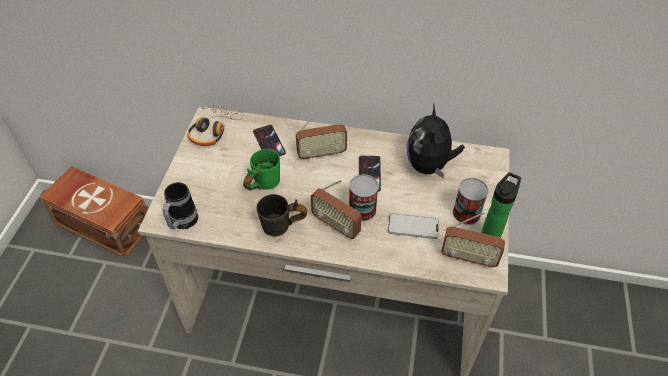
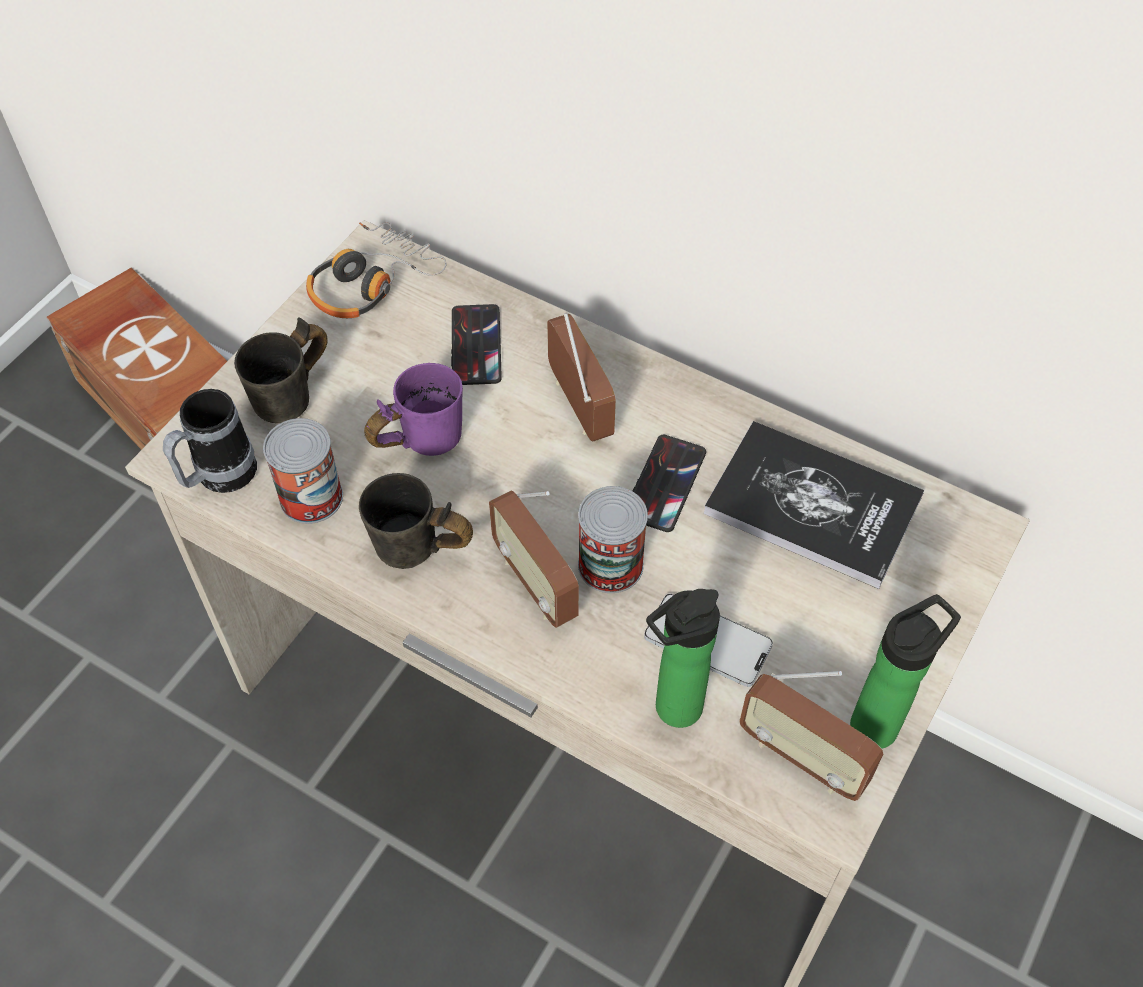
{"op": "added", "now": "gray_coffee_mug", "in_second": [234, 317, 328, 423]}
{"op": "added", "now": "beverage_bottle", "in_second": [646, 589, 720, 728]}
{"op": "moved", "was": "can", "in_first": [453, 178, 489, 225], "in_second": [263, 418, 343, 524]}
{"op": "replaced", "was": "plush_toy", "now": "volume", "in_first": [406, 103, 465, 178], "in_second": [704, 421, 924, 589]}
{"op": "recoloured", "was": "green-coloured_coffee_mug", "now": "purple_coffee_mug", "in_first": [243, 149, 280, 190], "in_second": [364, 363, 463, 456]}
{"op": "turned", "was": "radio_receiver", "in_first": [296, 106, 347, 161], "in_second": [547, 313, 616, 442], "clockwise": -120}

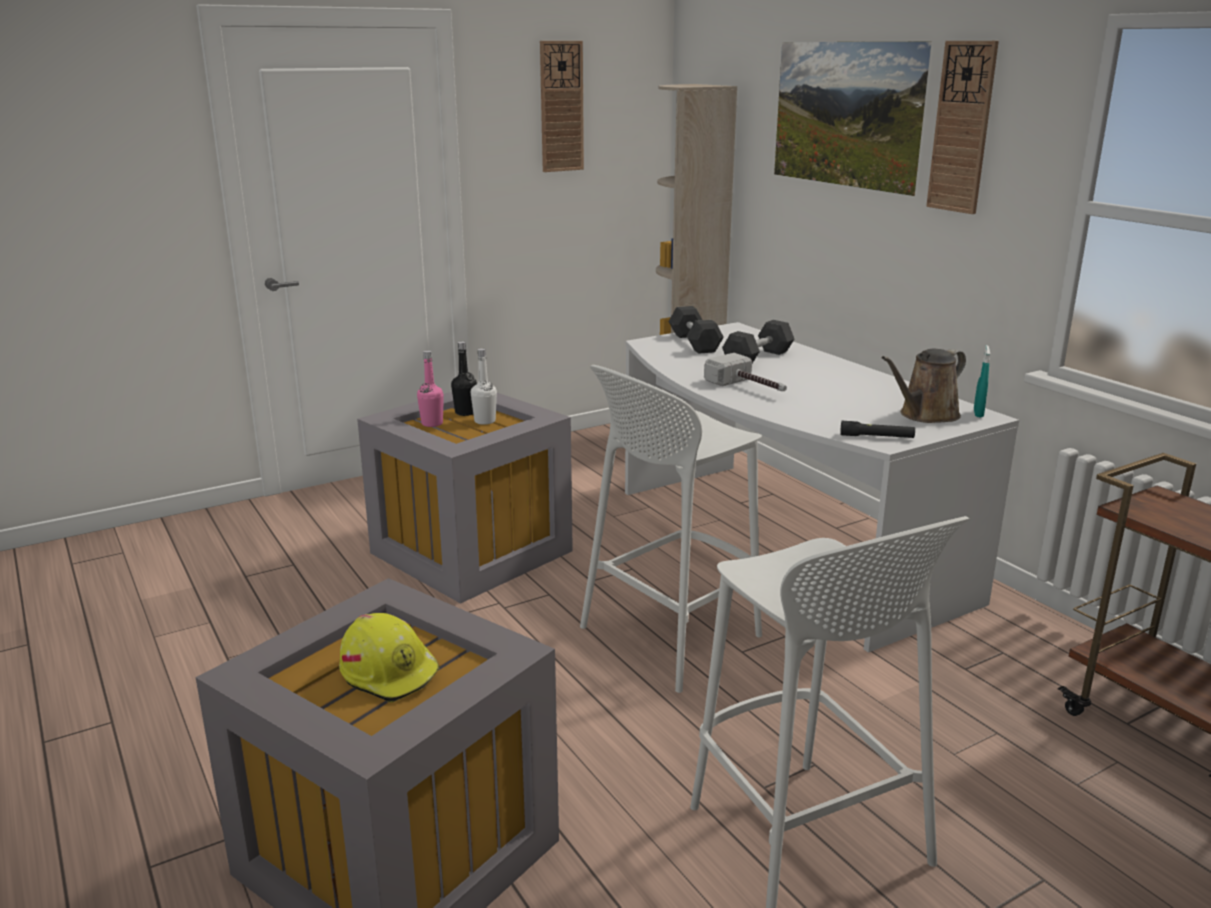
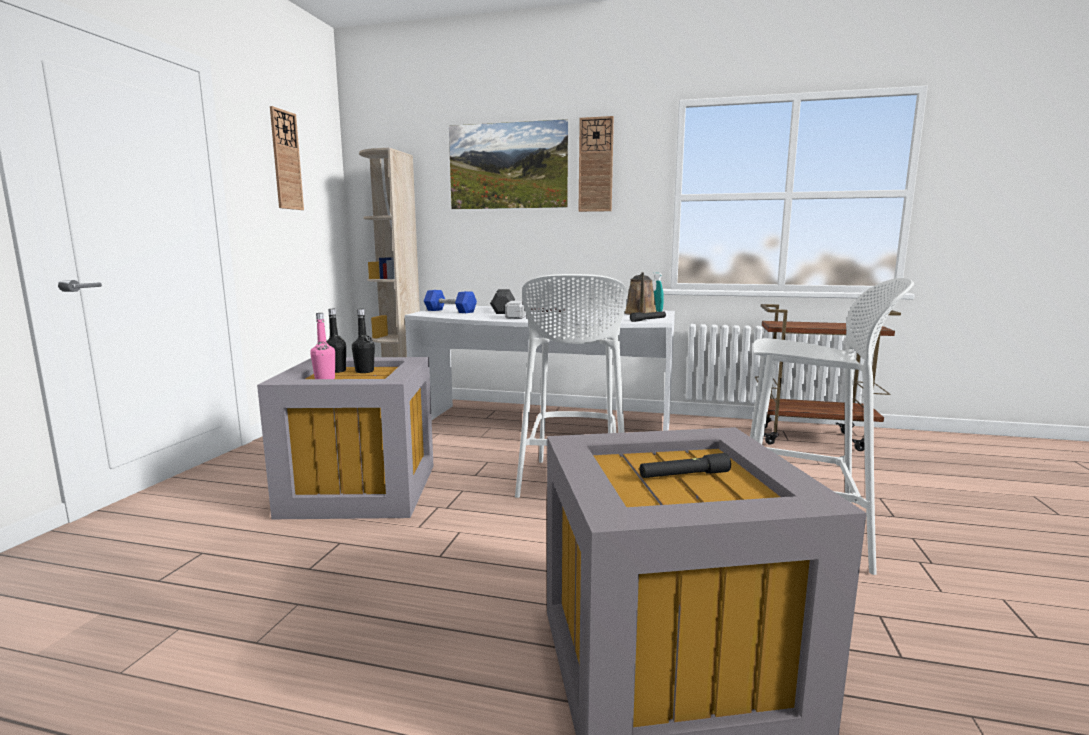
{"op": "replaced", "was": "yellowish_work_helmet", "now": "black-coloured_hand_torch", "in_first": [339, 613, 440, 703], "in_second": [639, 453, 731, 478]}
{"op": "recoloured", "was": "whitish_beverage_bottle", "now": "black-coloured_beverage_bottle", "in_first": [471, 348, 497, 425], "in_second": [352, 309, 375, 373]}
{"op": "recoloured", "was": "gray_dumbbell", "now": "blue-coloured_dumbbell", "in_first": [668, 306, 724, 354], "in_second": [424, 290, 477, 313]}

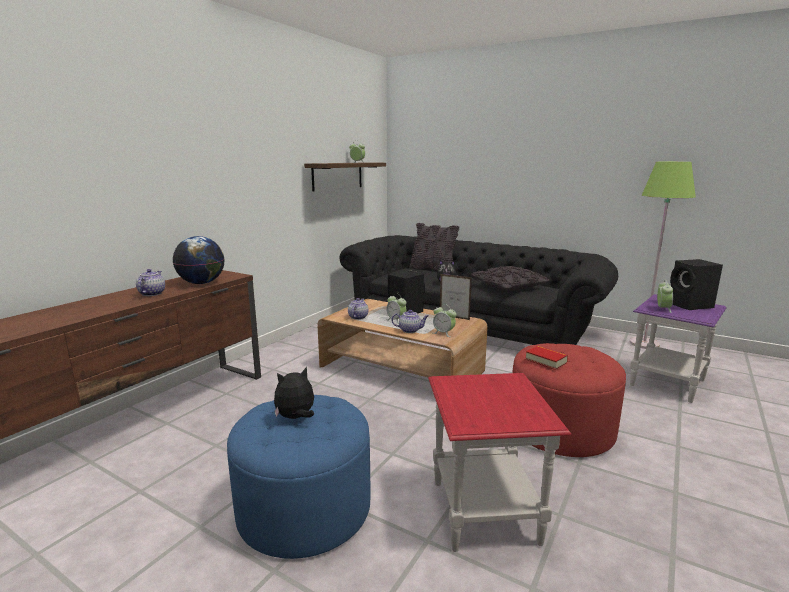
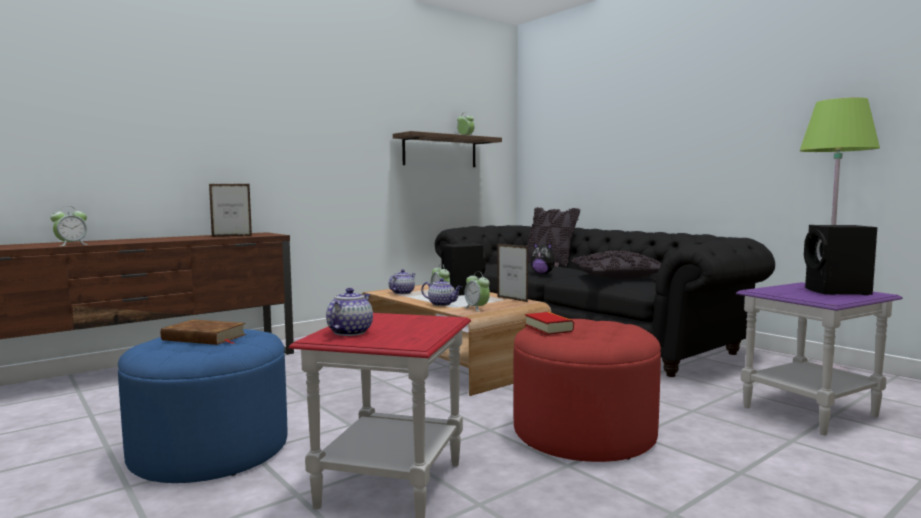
{"op": "moved", "was": "pot_for_tea", "in_first": [136, 269, 165, 296], "in_second": [326, 288, 373, 336]}
{"op": "moved", "was": "table_clock", "in_first": [657, 281, 673, 313], "in_second": [50, 206, 89, 246]}
{"op": "replaced", "was": "world_globe", "now": "standing_frame", "in_first": [173, 236, 224, 284], "in_second": [209, 184, 252, 237]}
{"op": "replaced", "was": "plush_toy", "now": "brownish_volume", "in_first": [274, 367, 314, 419], "in_second": [161, 319, 246, 345]}

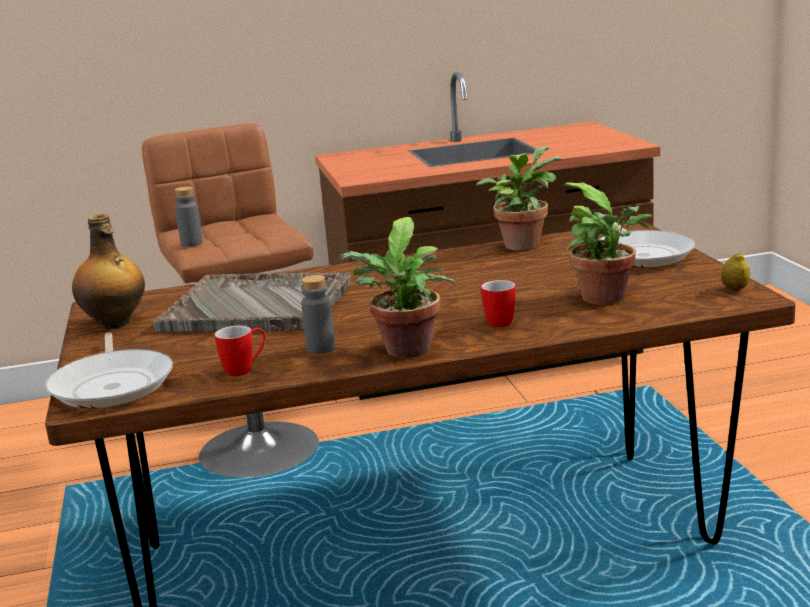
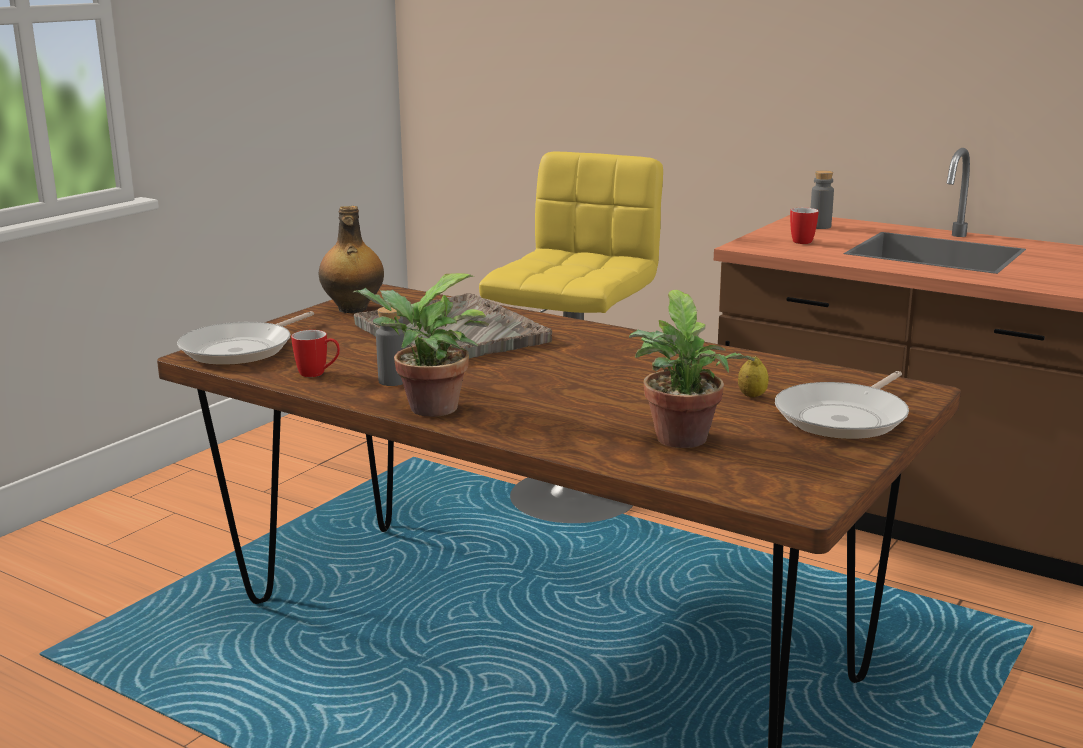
{"op": "removed", "was": "plant_in_a_pot", "in_first": [476, 146, 562, 251]}
{"op": "moved", "was": "gray_beverage_bottle", "in_first": [175, 186, 203, 247], "in_second": [811, 170, 834, 229]}
{"op": "moved", "was": "coffee_mug", "in_first": [481, 280, 516, 327], "in_second": [790, 208, 819, 244]}
{"op": "moved", "was": "whole_lemon", "in_first": [721, 253, 750, 290], "in_second": [738, 356, 768, 398]}
{"op": "recoloured", "was": "brownish_sitting_stool", "now": "yellowish_sitting_stool", "in_first": [142, 123, 319, 477], "in_second": [479, 152, 663, 523]}

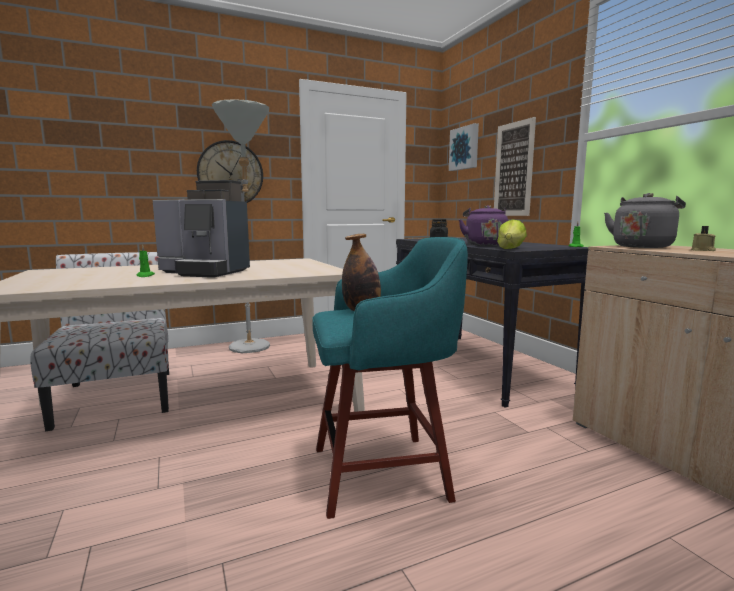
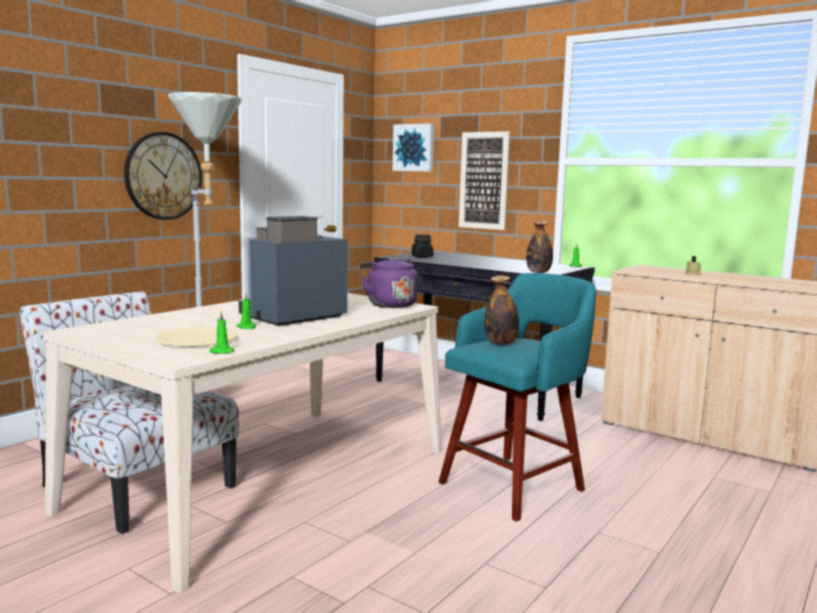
{"op": "removed", "was": "gray_kettle", "in_first": [604, 193, 686, 248]}
{"op": "added", "now": "beige-coloured_plate", "in_second": [155, 327, 238, 347]}
{"op": "added", "now": "green-coloured_wax_light", "in_second": [209, 311, 235, 354]}
{"op": "moved", "was": "purple_kettle", "in_first": [459, 205, 508, 246], "in_second": [360, 257, 418, 308]}
{"op": "replaced", "was": "head_of_lettuce", "now": "beverage_bottle", "in_first": [497, 220, 527, 249], "in_second": [526, 221, 553, 273]}
{"op": "turned", "was": "coffee_brewer", "in_first": [153, 180, 250, 278], "in_second": [238, 216, 348, 326], "clockwise": 150}

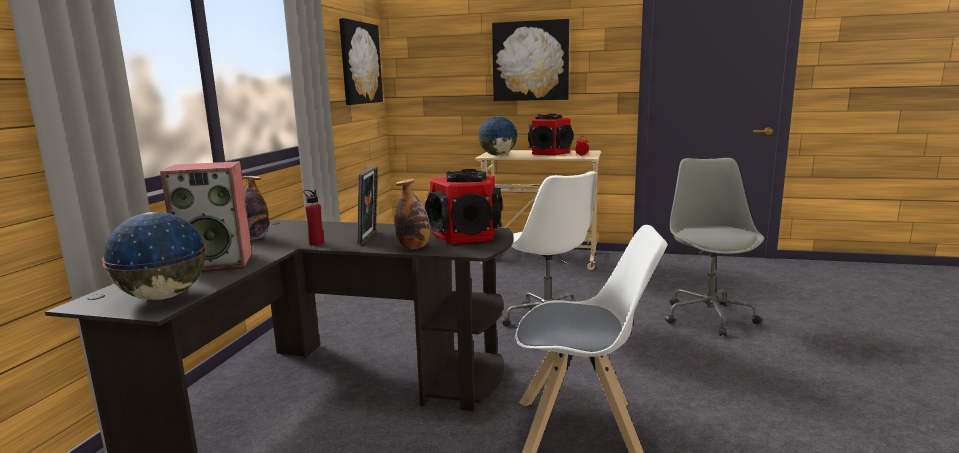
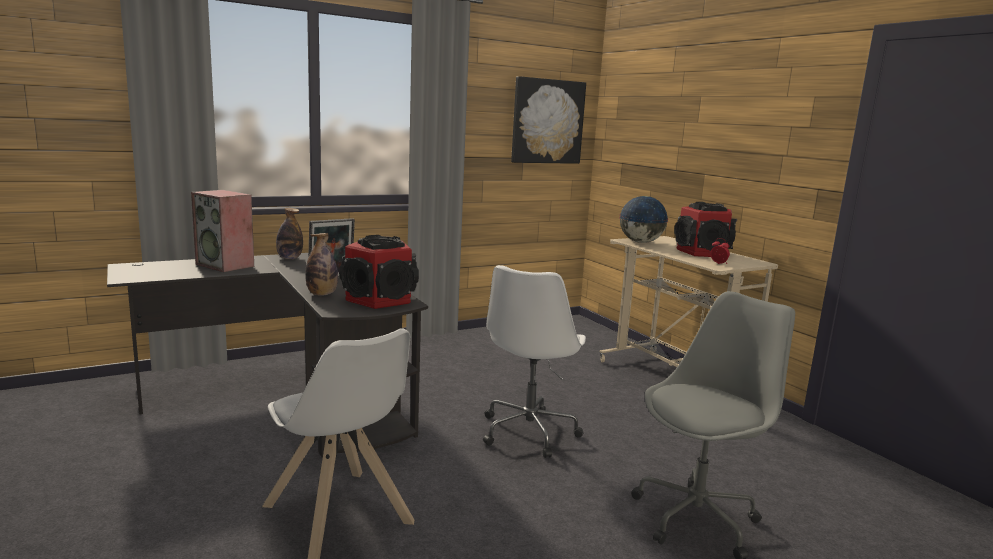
{"op": "removed", "was": "world_globe", "in_first": [102, 212, 207, 300]}
{"op": "removed", "was": "red-coloured_beverage_bottle", "in_first": [303, 190, 324, 246]}
{"op": "removed", "was": "wall_art", "in_first": [492, 19, 570, 101]}

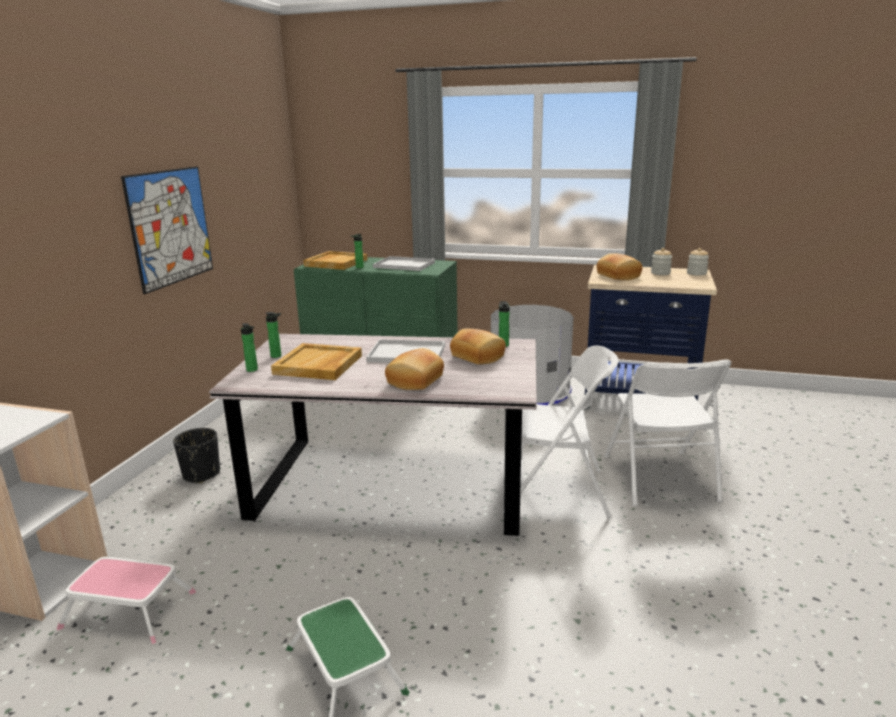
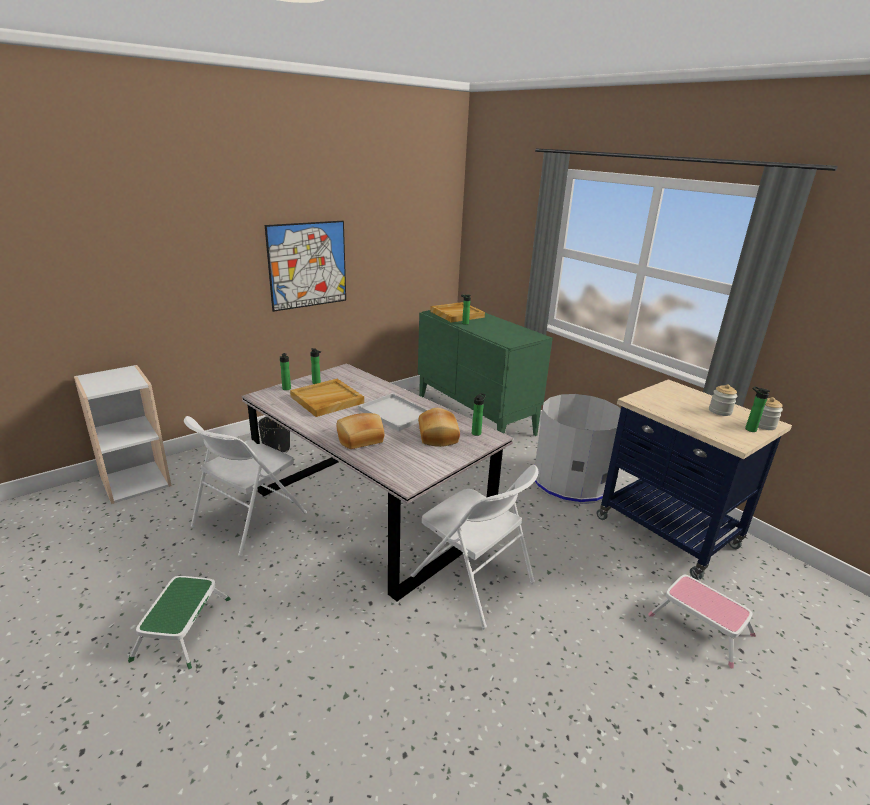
{"op": "removed", "was": "whitish_serving_tray", "in_first": [373, 256, 435, 271]}
{"op": "removed", "was": "bakery_bread", "in_first": [597, 253, 642, 280]}
{"op": "added", "now": "beverage_bottle", "in_second": [745, 386, 770, 432]}
{"op": "moved", "was": "pink_stepladder", "in_first": [57, 557, 196, 644], "in_second": [648, 575, 756, 668]}
{"op": "moved", "was": "whitish_upright_chair", "in_first": [604, 359, 731, 506], "in_second": [184, 416, 307, 557]}

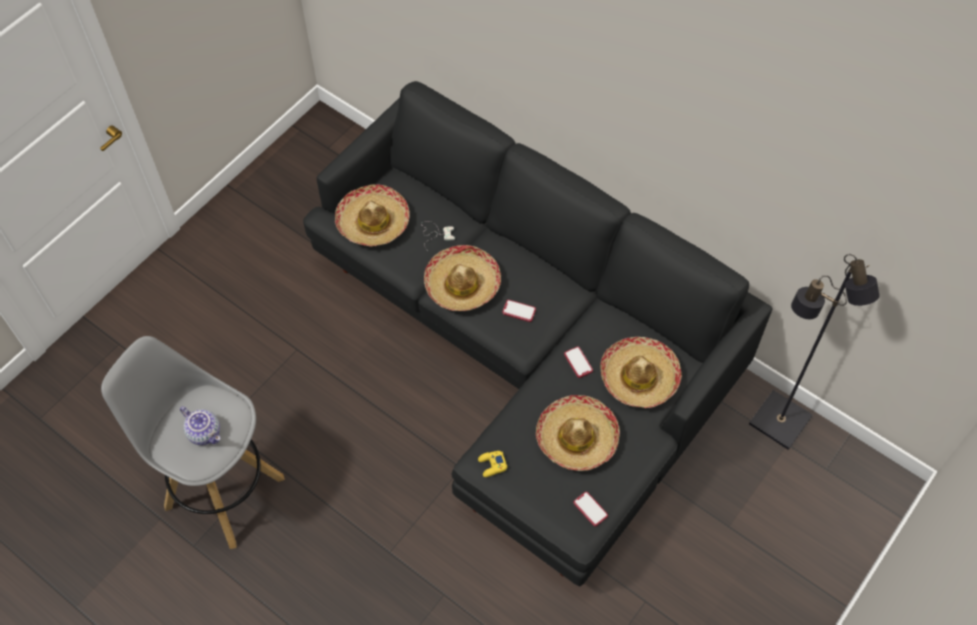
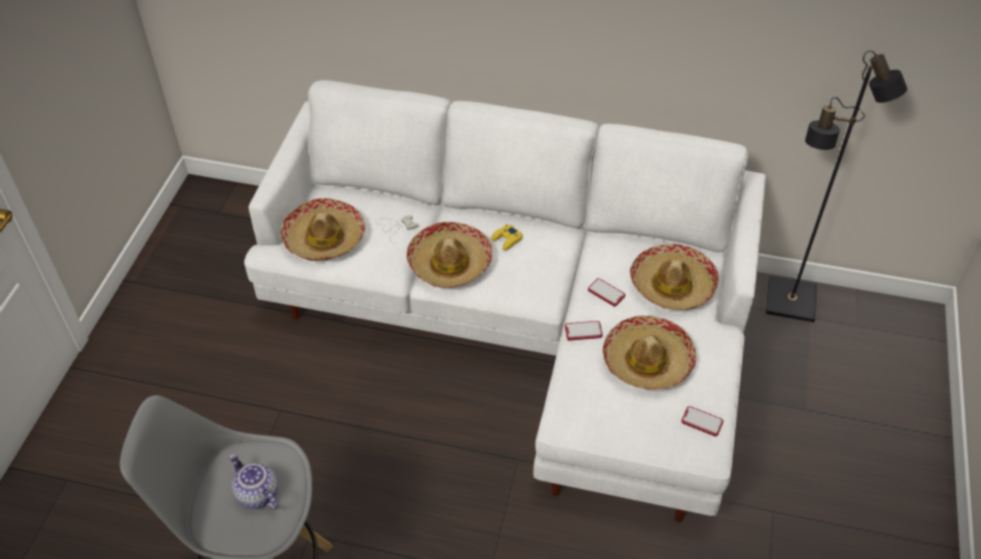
{"op": "moved", "was": "yellowish_game_controller", "in_first": [478, 451, 507, 477], "in_second": [491, 224, 522, 251]}
{"op": "moved", "was": "handset", "in_first": [502, 300, 536, 322], "in_second": [565, 321, 602, 340]}
{"op": "recoloured", "was": "black-coloured_settee", "now": "whitish_settee", "in_first": [303, 81, 773, 586], "in_second": [244, 80, 766, 522]}
{"op": "turned", "was": "pot_for_tea", "in_first": [180, 406, 220, 445], "in_second": [229, 454, 278, 510], "clockwise": -150}

